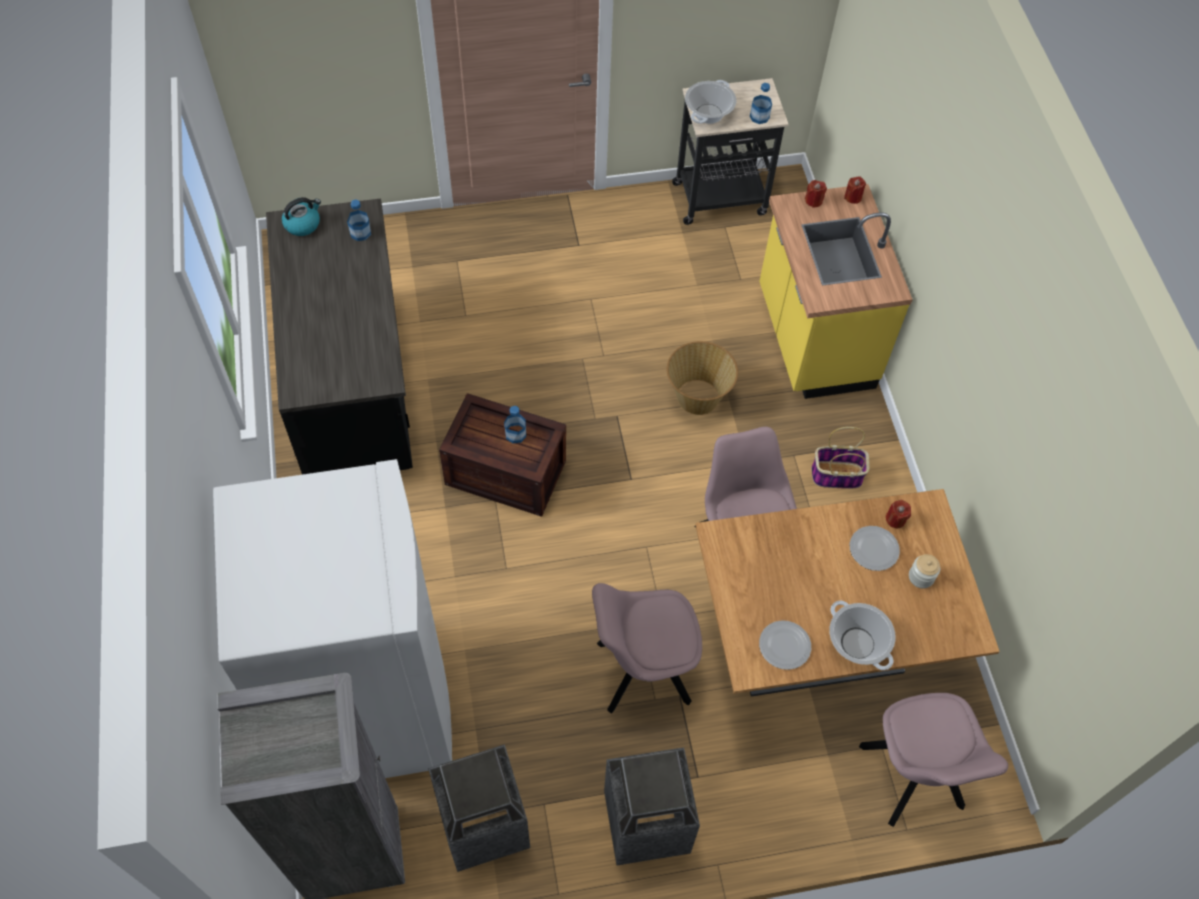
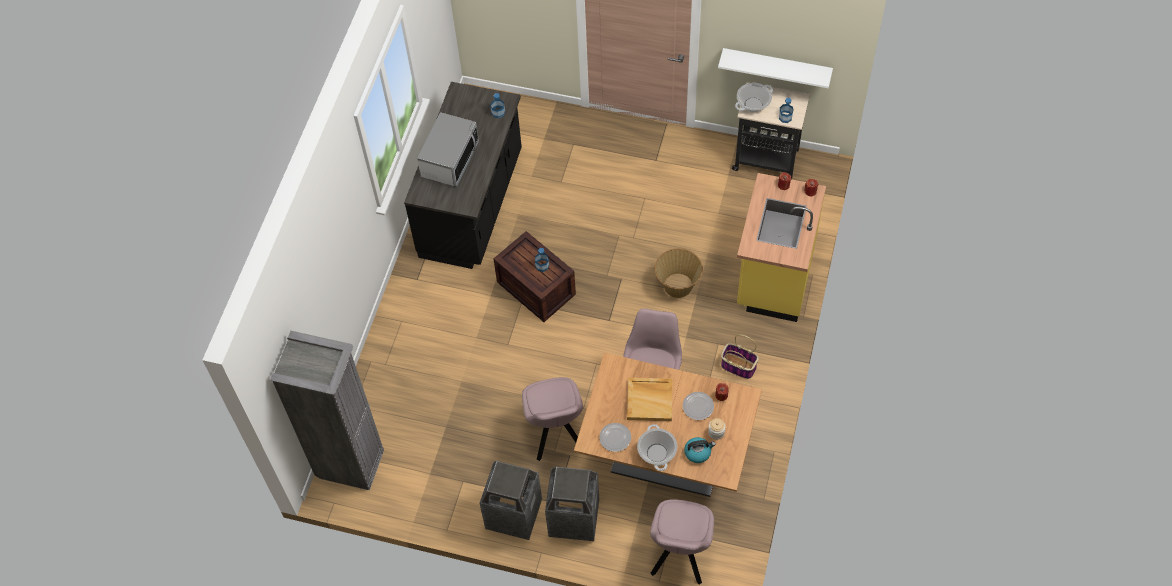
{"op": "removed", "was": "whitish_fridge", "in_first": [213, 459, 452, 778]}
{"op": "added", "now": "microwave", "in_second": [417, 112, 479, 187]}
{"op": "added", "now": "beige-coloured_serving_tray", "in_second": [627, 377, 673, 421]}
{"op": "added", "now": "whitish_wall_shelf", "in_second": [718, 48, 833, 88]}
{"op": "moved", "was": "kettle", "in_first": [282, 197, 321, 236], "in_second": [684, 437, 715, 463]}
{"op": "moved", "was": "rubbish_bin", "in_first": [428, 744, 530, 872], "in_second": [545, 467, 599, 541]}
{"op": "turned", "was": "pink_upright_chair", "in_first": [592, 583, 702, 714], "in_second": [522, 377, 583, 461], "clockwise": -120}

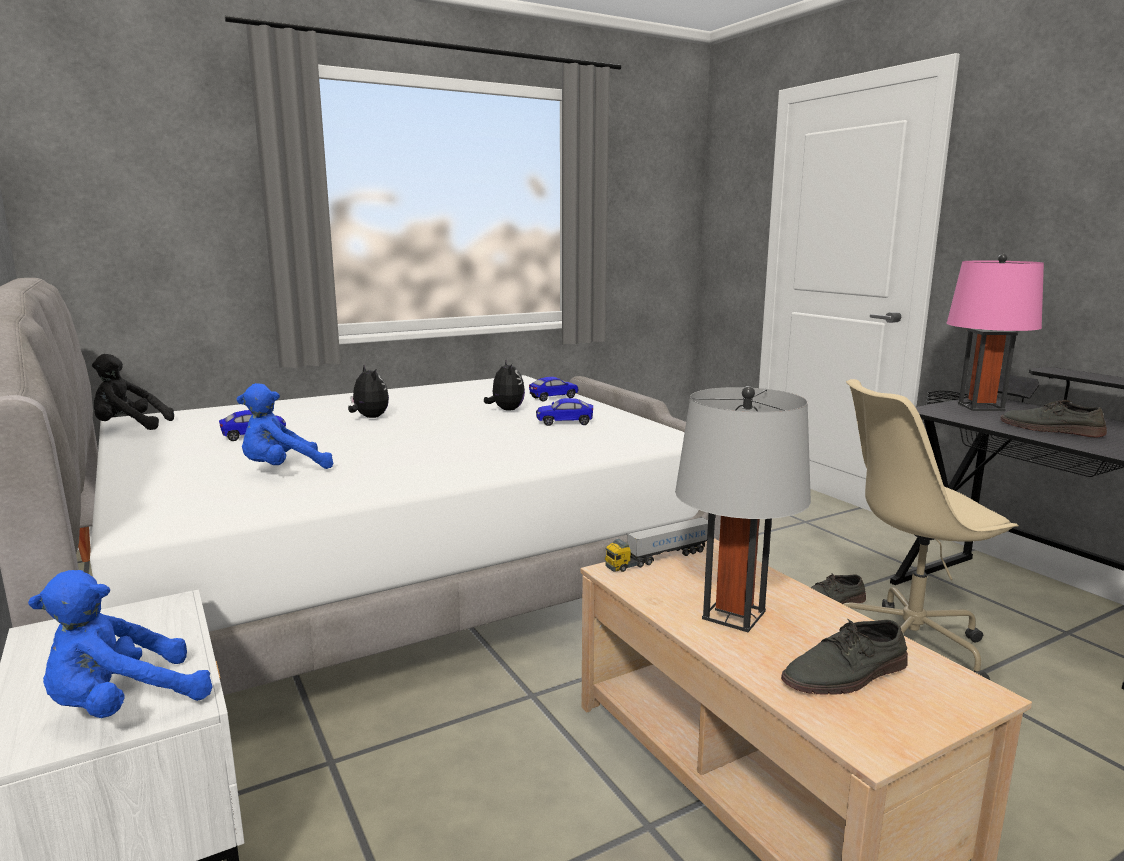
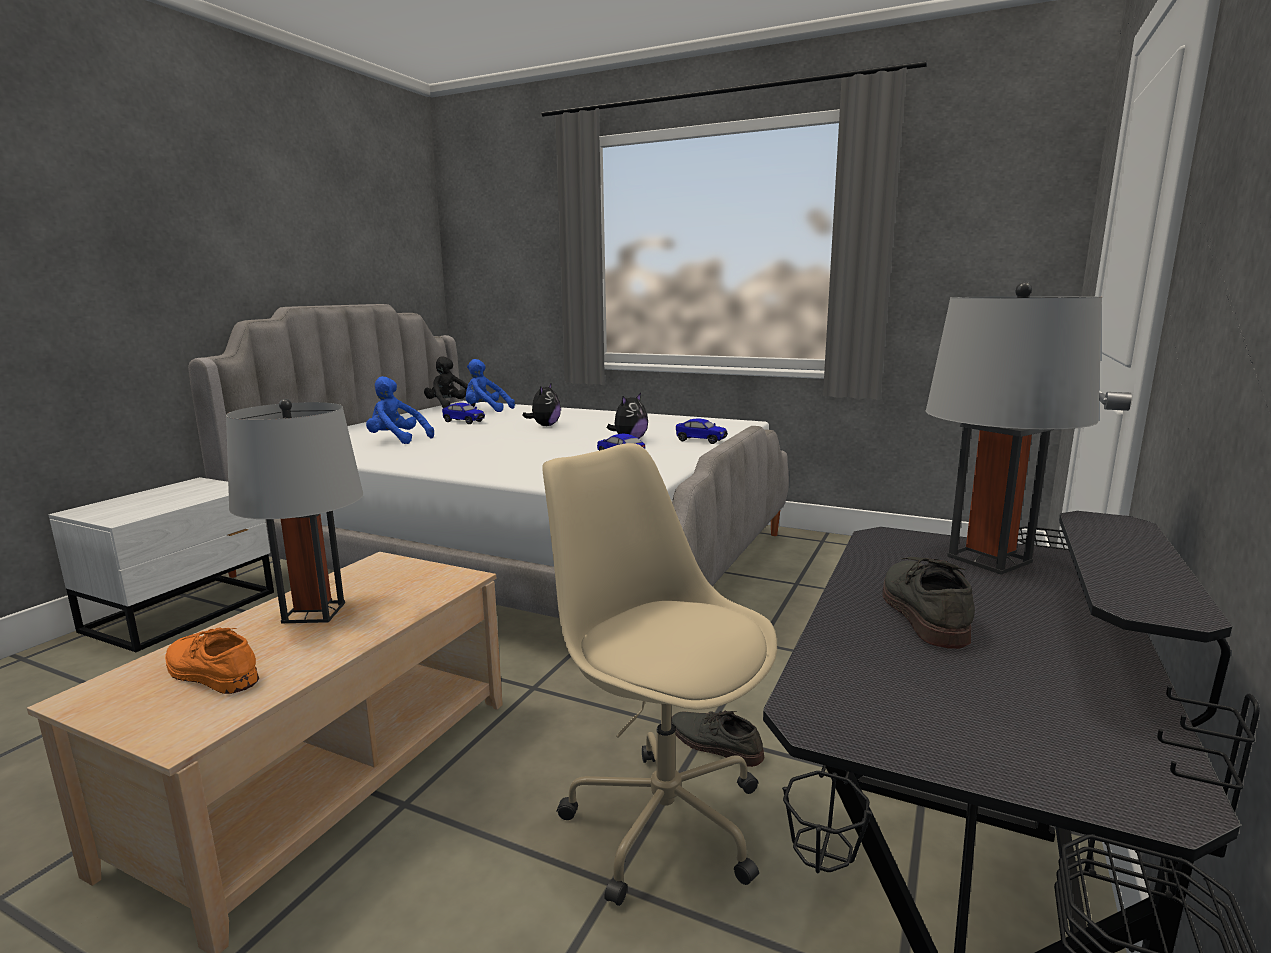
{"op": "removed", "was": "toy_lorry", "in_first": [605, 517, 708, 572]}
{"op": "moved", "was": "blue-coloured_plush_toy", "in_first": [28, 570, 213, 718], "in_second": [465, 359, 515, 412]}
{"op": "recoloured", "was": "gray_shoe", "now": "orange_shoe", "in_first": [781, 619, 908, 695], "in_second": [165, 627, 259, 694]}
{"op": "recoloured", "was": "pink_table_lamp", "now": "gray_table_lamp", "in_first": [947, 254, 1044, 411], "in_second": [925, 282, 1102, 575]}

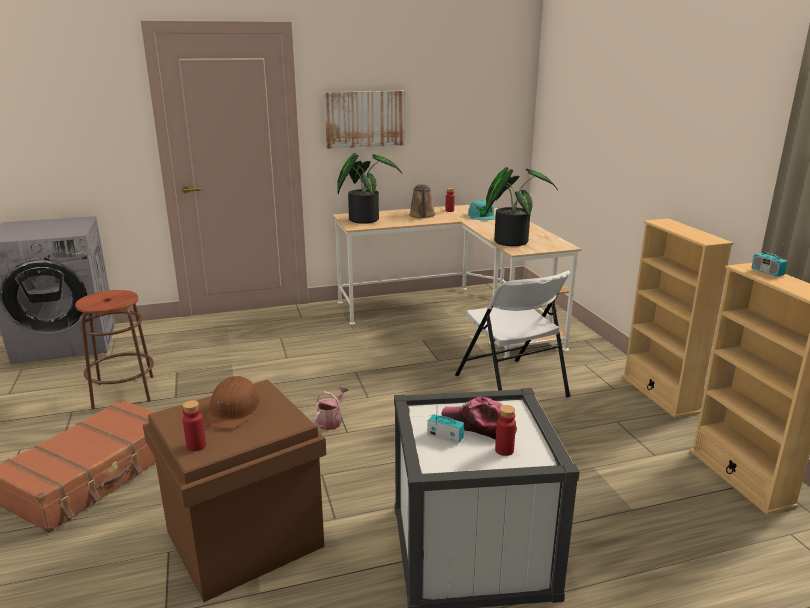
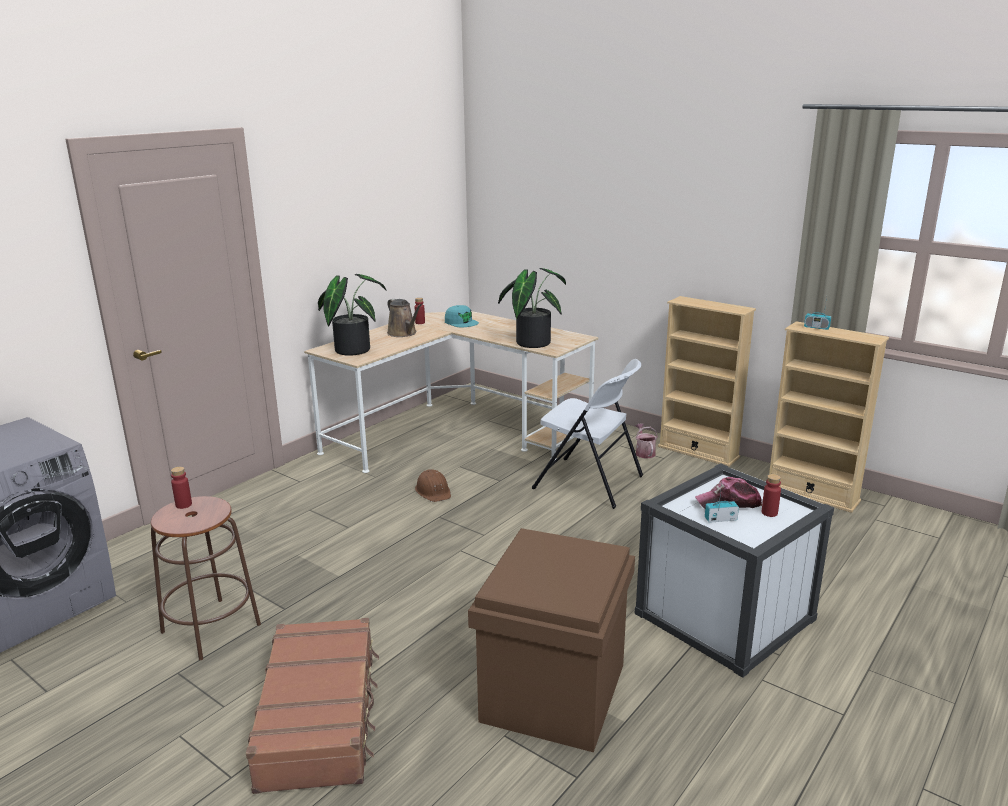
{"op": "removed", "was": "wall_art", "in_first": [324, 91, 405, 149]}
{"op": "moved", "was": "red-coloured_beverage_bottle", "in_first": [182, 400, 206, 451], "in_second": [171, 467, 192, 509]}
{"op": "moved", "was": "brownish_work_helmet", "in_first": [205, 376, 262, 429], "in_second": [415, 469, 451, 502]}
{"op": "moved", "was": "watering_can", "in_first": [314, 386, 349, 430], "in_second": [635, 423, 658, 459]}

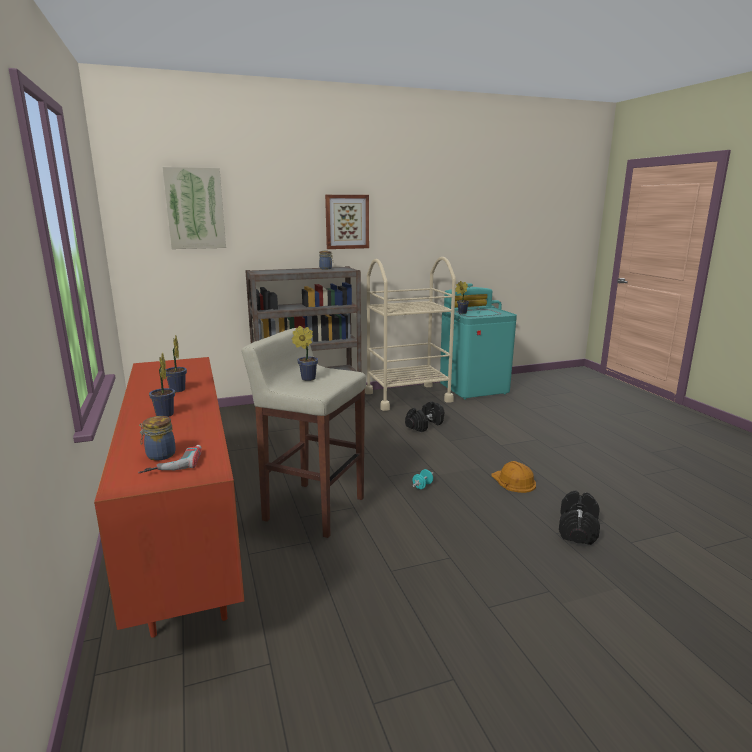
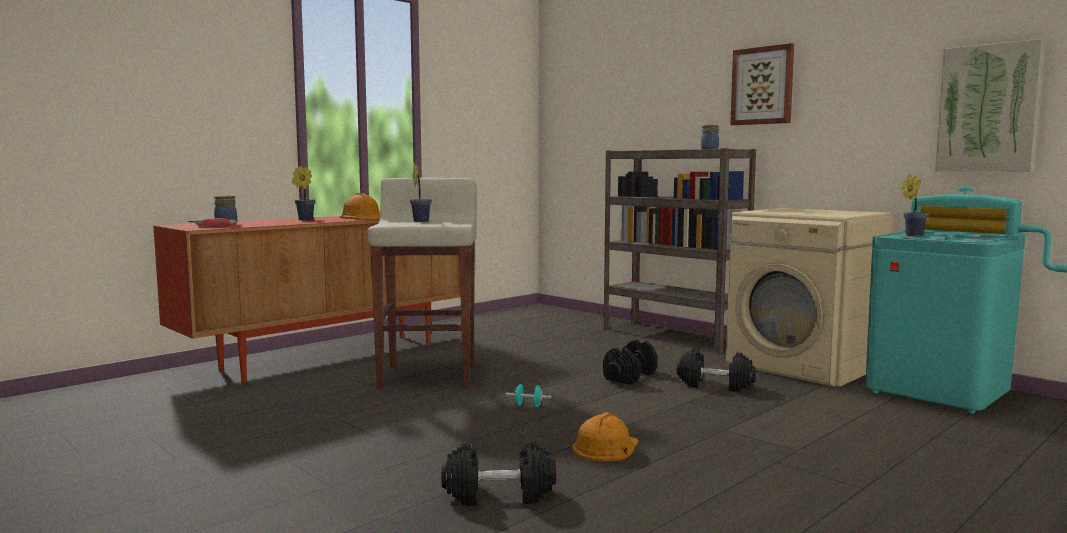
{"op": "added", "now": "black-coloured_dumbbell", "in_second": [603, 340, 657, 384]}
{"op": "moved", "was": "wall_art", "in_first": [162, 167, 226, 249], "in_second": [935, 39, 1044, 172]}
{"op": "replaced", "was": "plant_in_a_pot", "now": "orange_work_helmet", "in_first": [165, 335, 187, 392], "in_second": [340, 193, 380, 220]}
{"op": "replaced", "was": "beige-coloured_trolley", "now": "beige-coloured_laundry_appliance", "in_first": [365, 257, 456, 411], "in_second": [726, 208, 893, 387]}

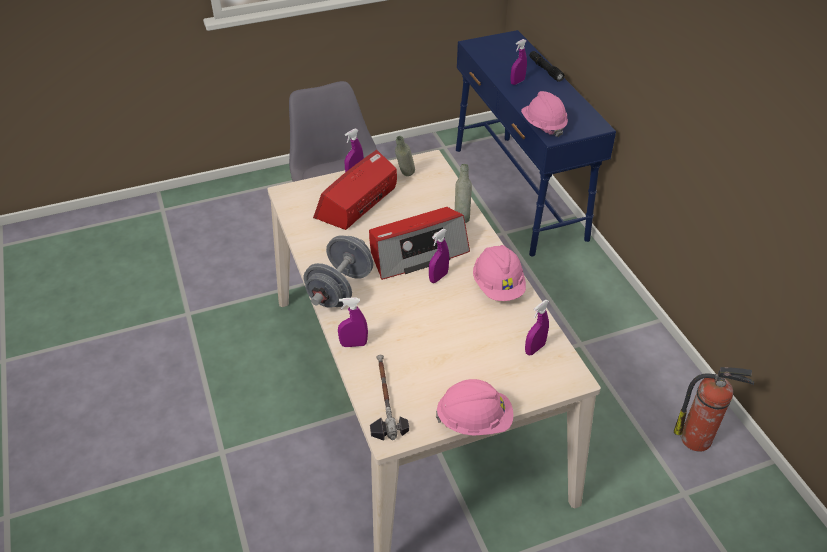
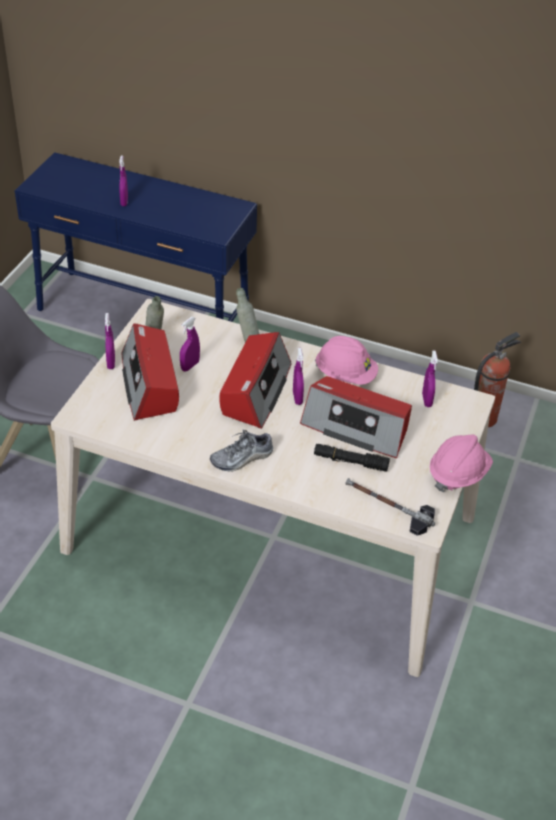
{"op": "removed", "was": "pink_work_helmet", "in_first": [521, 91, 568, 137]}
{"op": "added", "now": "radio_receiver", "in_second": [300, 376, 412, 458]}
{"op": "moved", "was": "purple_sprayer", "in_first": [338, 297, 368, 347], "in_second": [180, 317, 200, 372]}
{"op": "moved", "was": "black-coloured_hand_torch", "in_first": [529, 51, 565, 82], "in_second": [314, 444, 390, 472]}
{"op": "replaced", "was": "gray_dumbbell", "now": "shoe", "in_first": [304, 235, 373, 308], "in_second": [210, 430, 273, 472]}

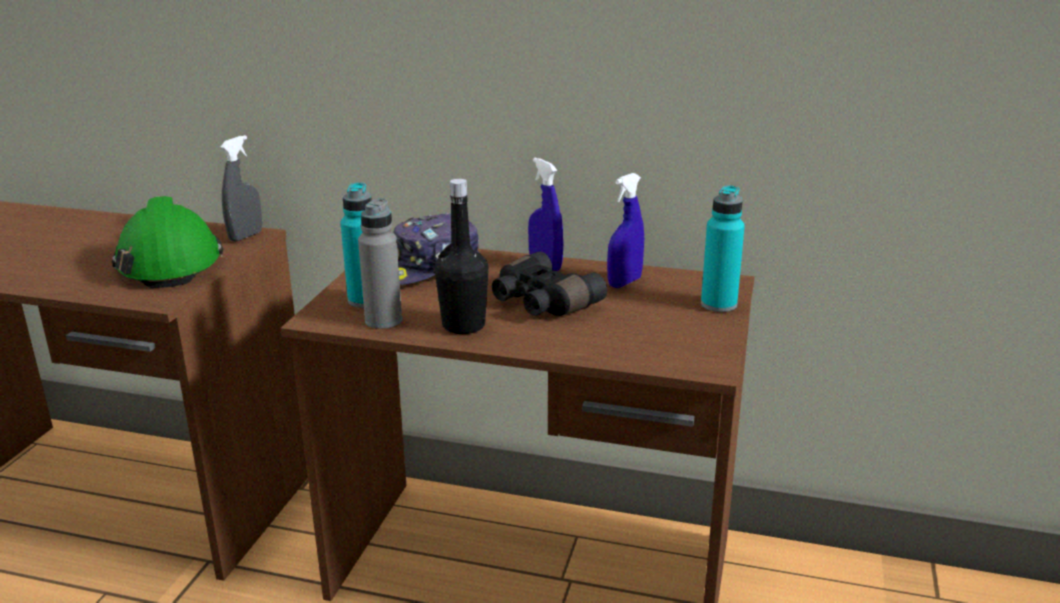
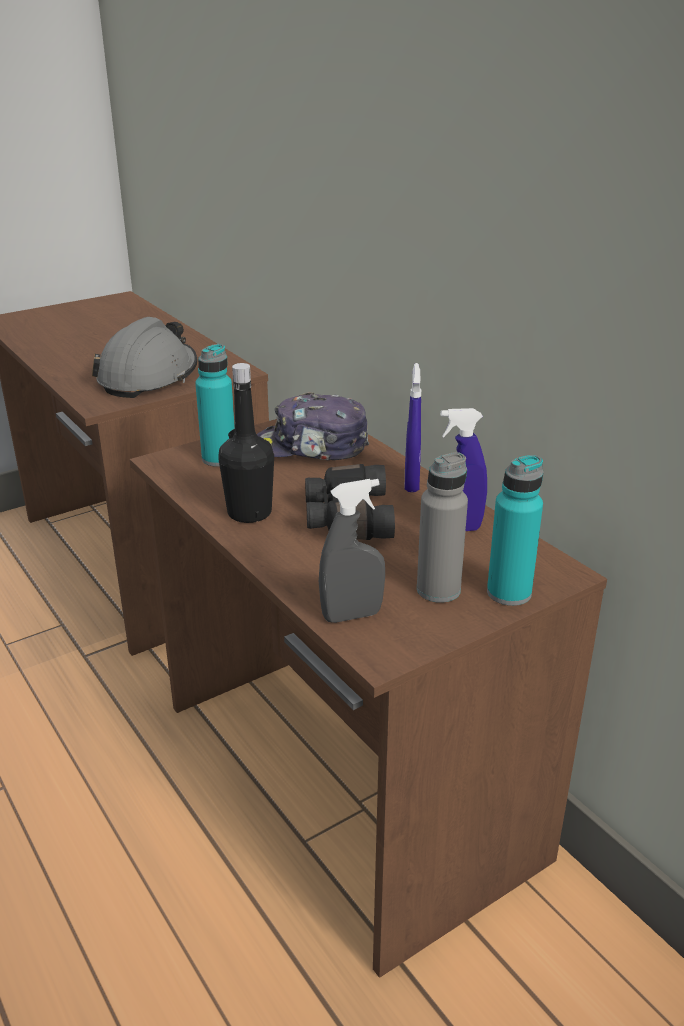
{"op": "moved", "was": "gray_sprayer", "in_first": [220, 135, 262, 242], "in_second": [319, 479, 385, 623]}
{"op": "moved", "was": "gray_beverage_bottle", "in_first": [358, 198, 402, 329], "in_second": [417, 452, 468, 603]}
{"op": "recoloured", "was": "green-coloured_work_helmet", "now": "gray_work_helmet", "in_first": [112, 196, 224, 288], "in_second": [92, 317, 198, 398]}

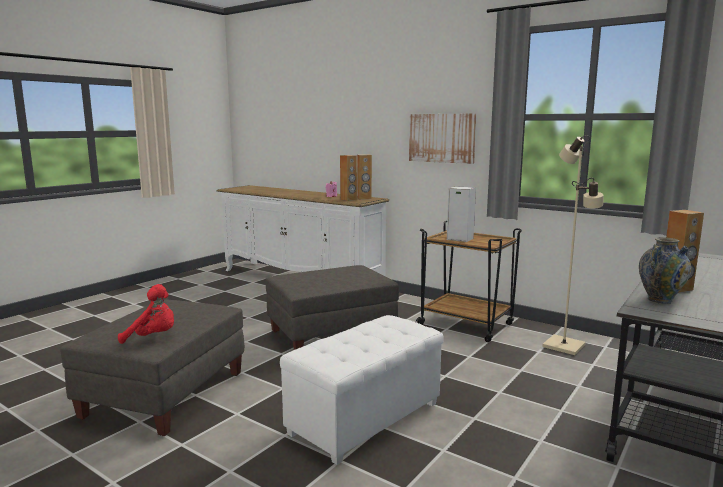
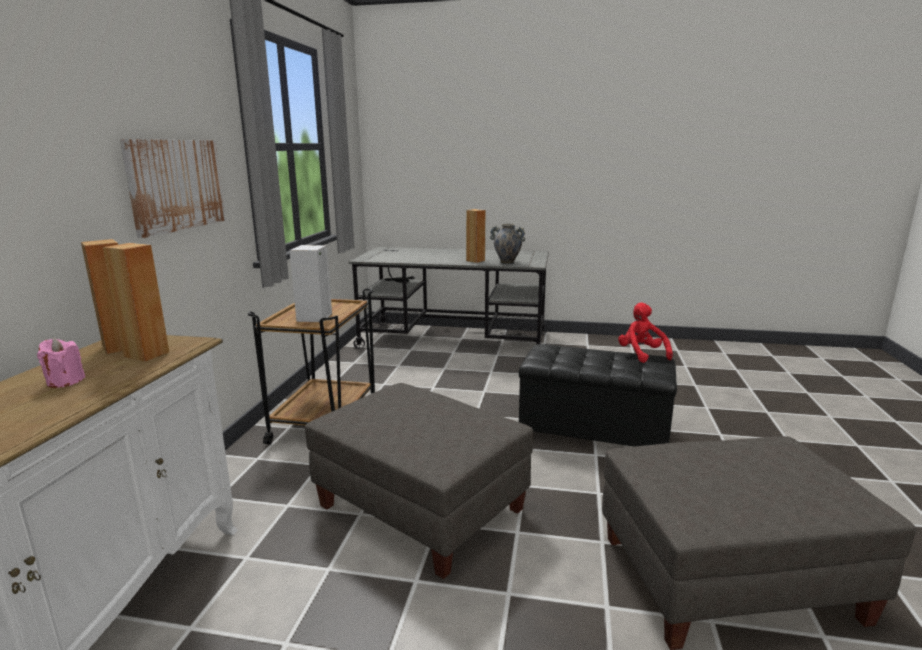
{"op": "removed", "was": "beige-coloured_standard_lamp", "in_first": [542, 135, 604, 355]}
{"op": "moved", "was": "red-coloured_plush_toy", "in_first": [118, 284, 174, 344], "in_second": [618, 302, 673, 363]}
{"op": "recoloured", "was": "whitish_ottoman", "now": "black-coloured_ottoman", "in_first": [280, 315, 444, 465], "in_second": [519, 344, 677, 447]}

